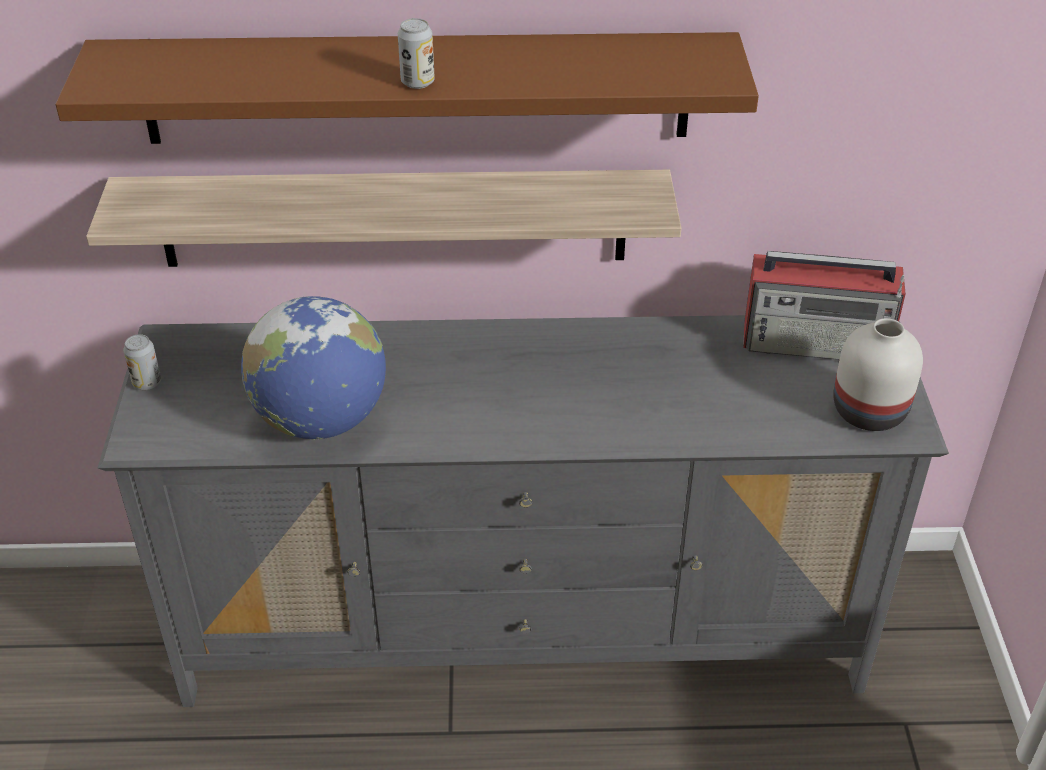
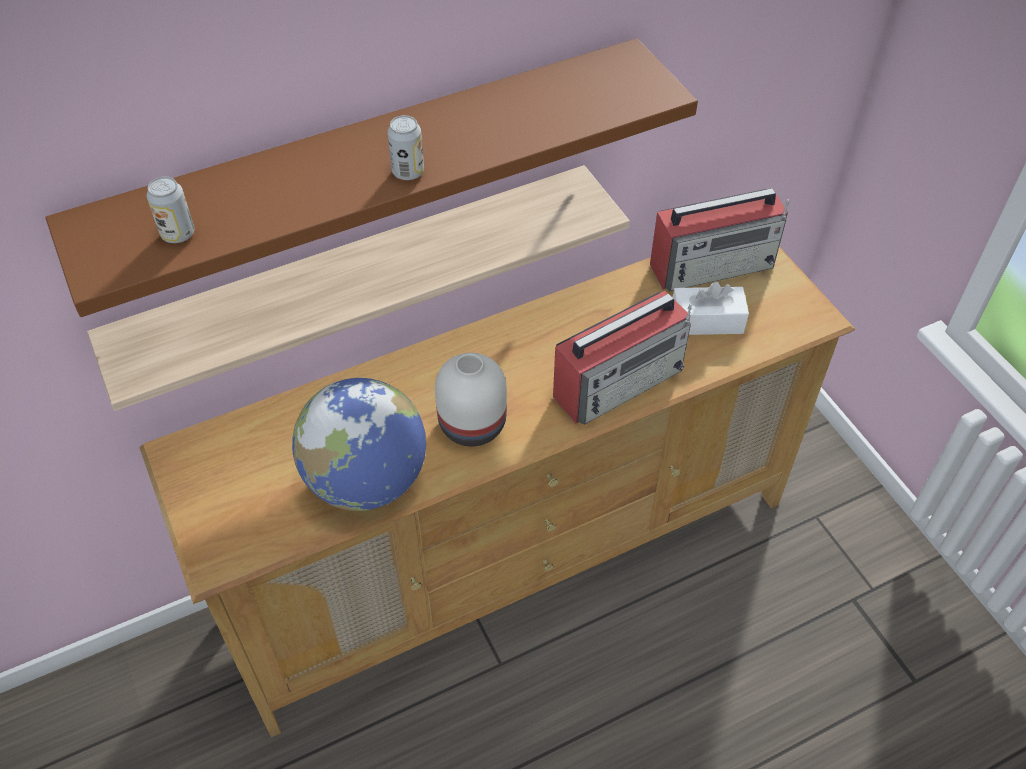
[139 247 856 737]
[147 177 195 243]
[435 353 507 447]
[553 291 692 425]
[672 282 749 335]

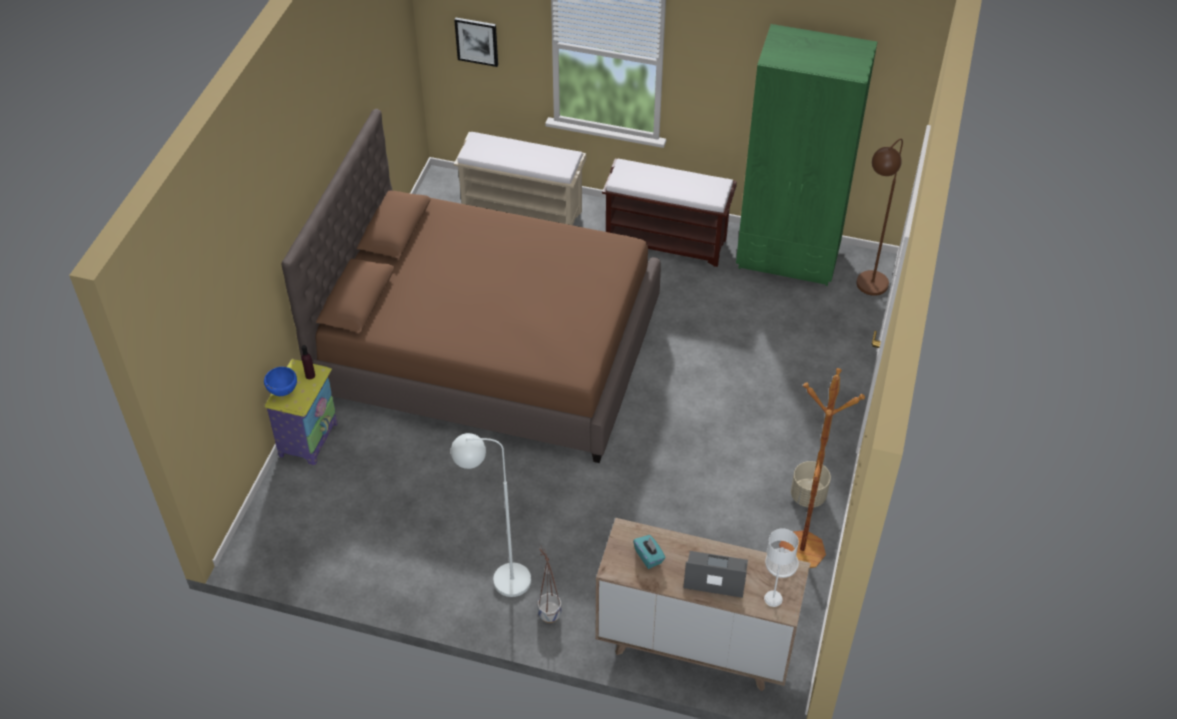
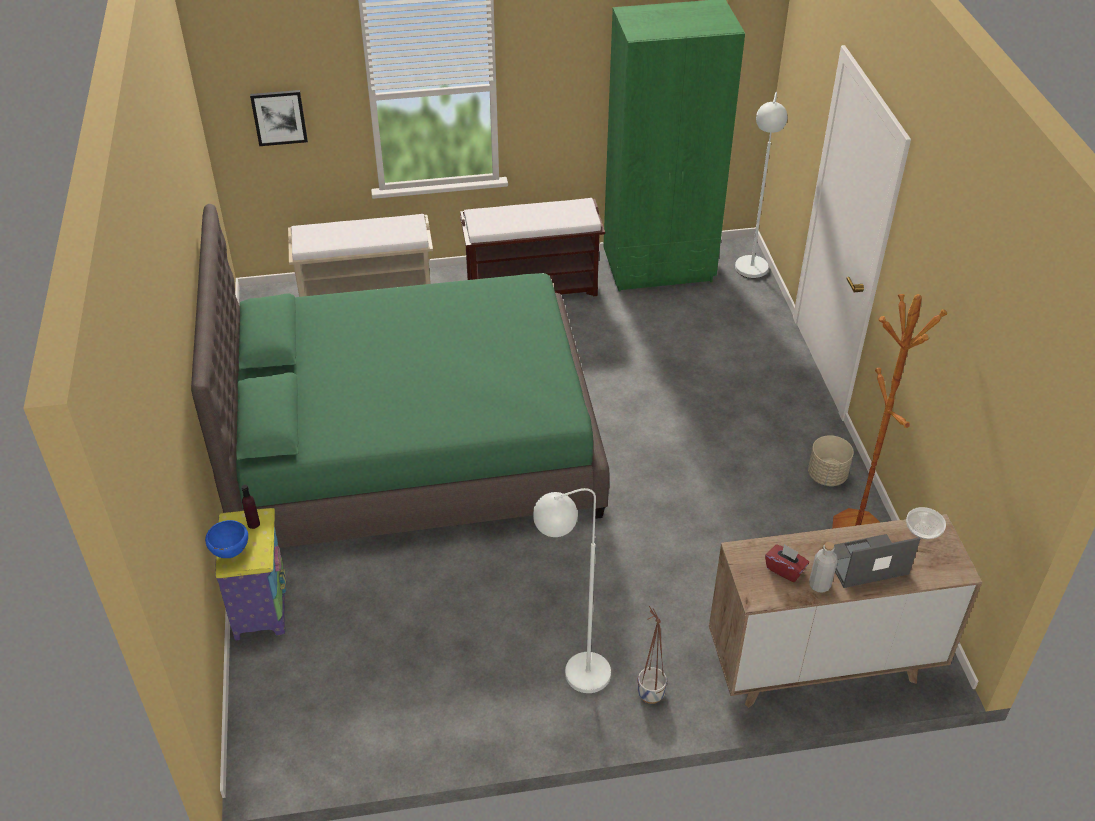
[191 204 609 548]
[735 92 787 278]
[765 544 809 582]
[809 542 837 593]
[764 528 799 607] (first image)

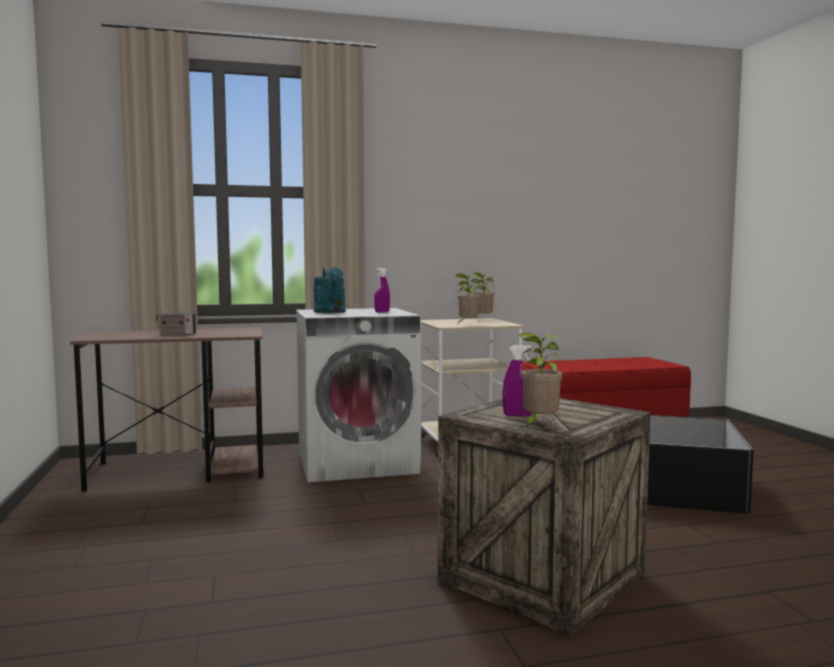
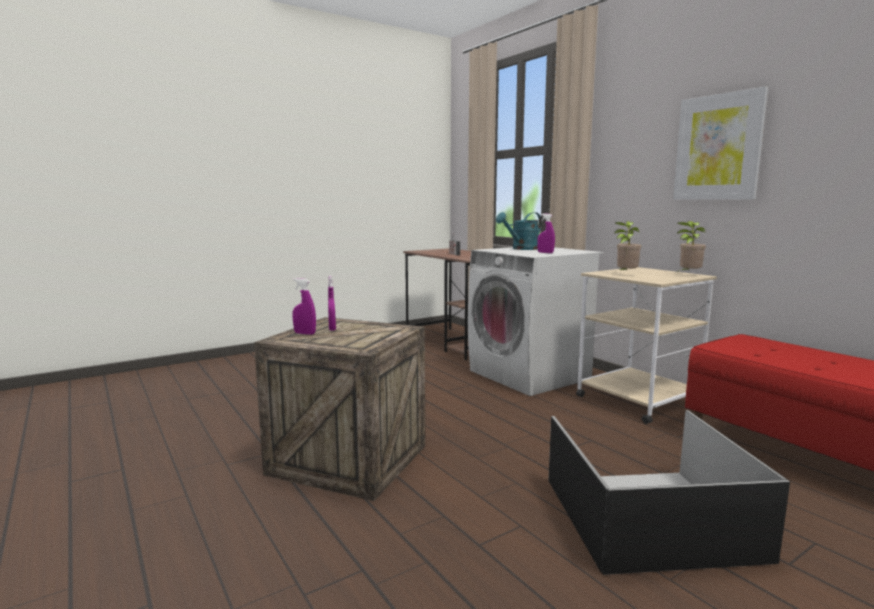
[292 278 316 335]
[673 86 768 200]

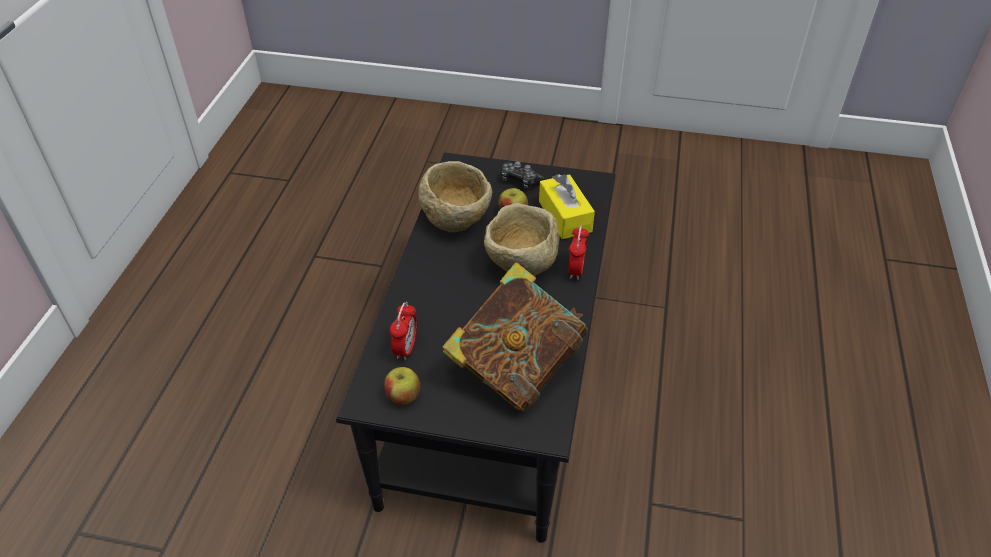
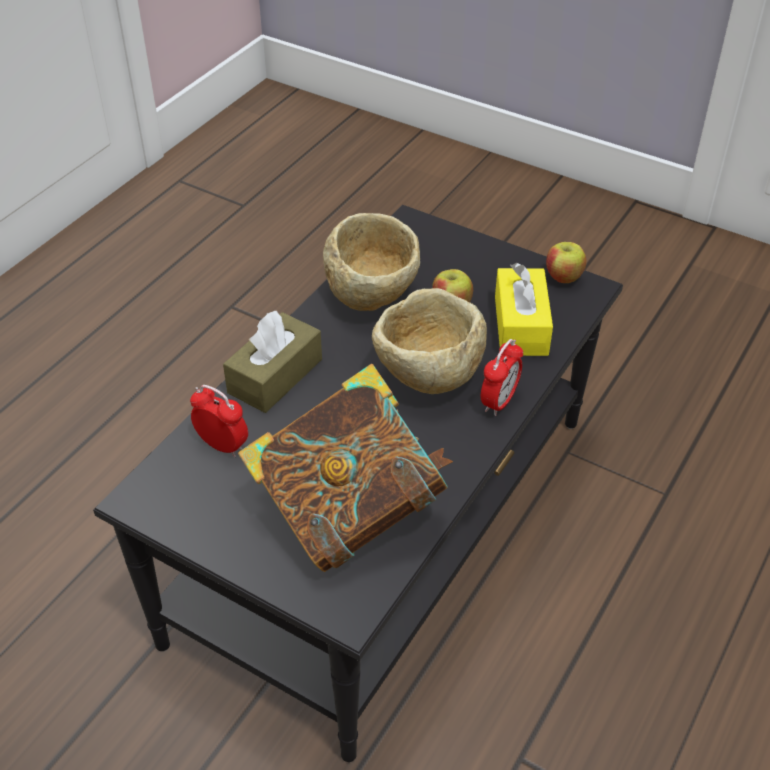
[190 385 248 457]
[223 311 322 413]
[546 242 586 283]
[502 161 545 189] (first image)

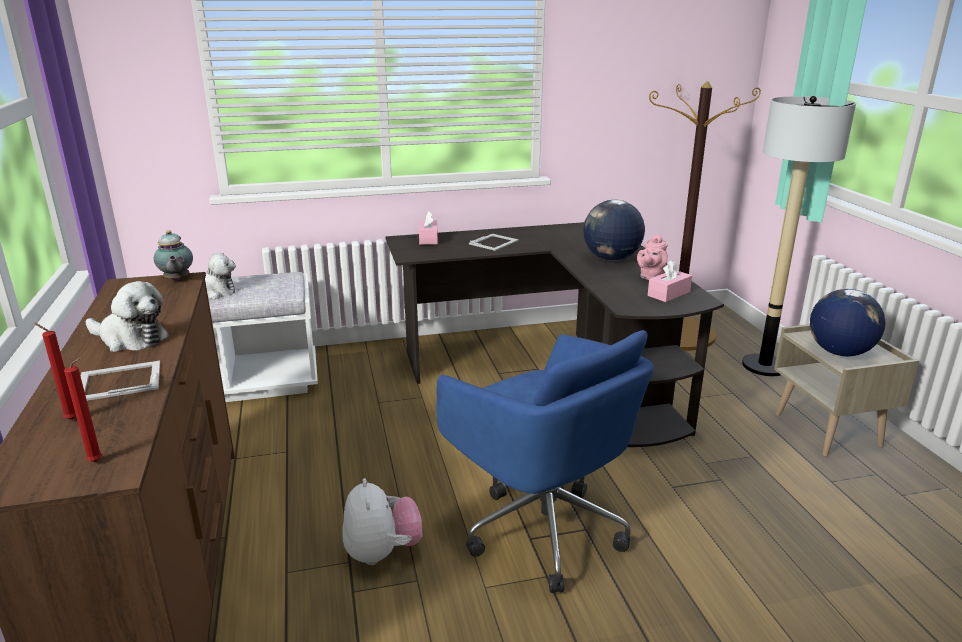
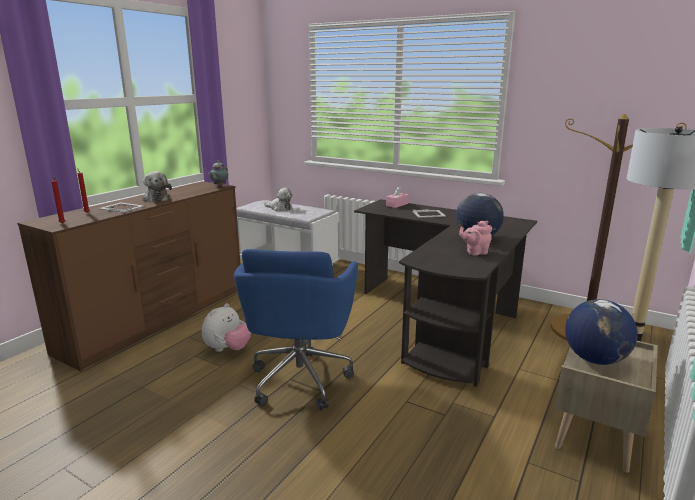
[648 260 692 302] (first image)

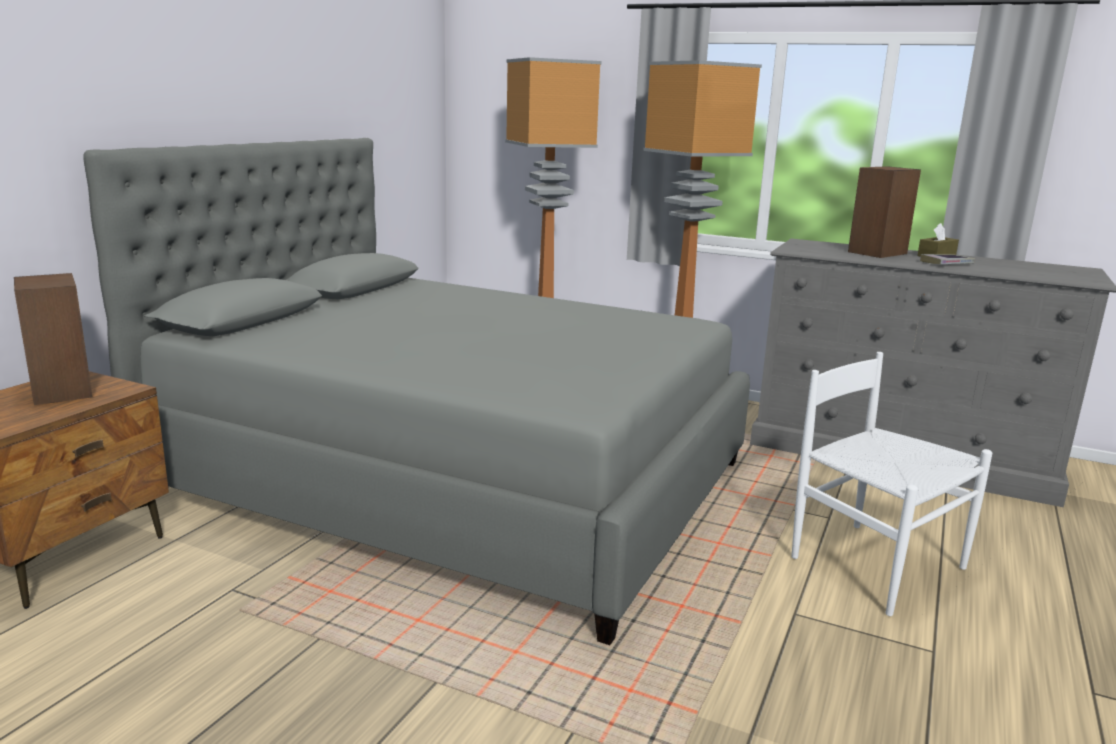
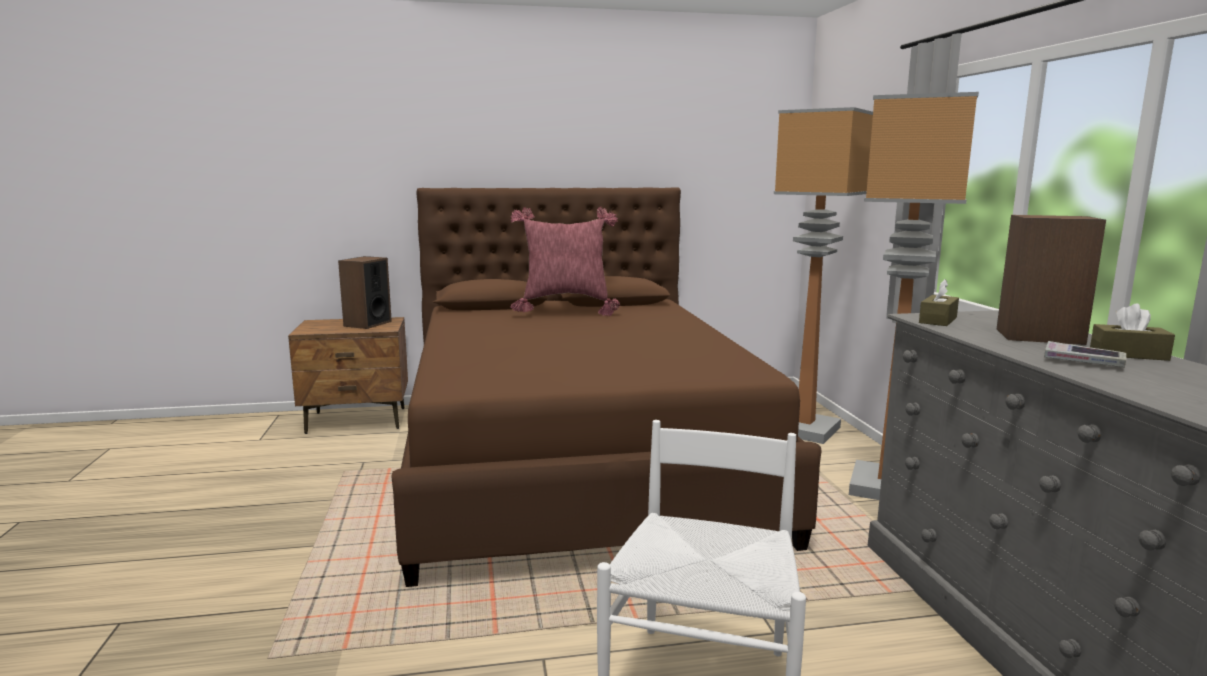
[391 187 822 587]
[510 206 620 316]
[919 279 959 326]

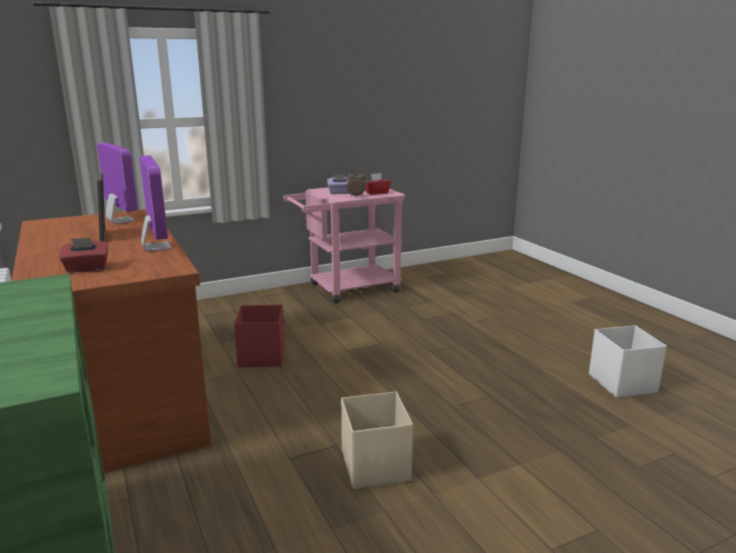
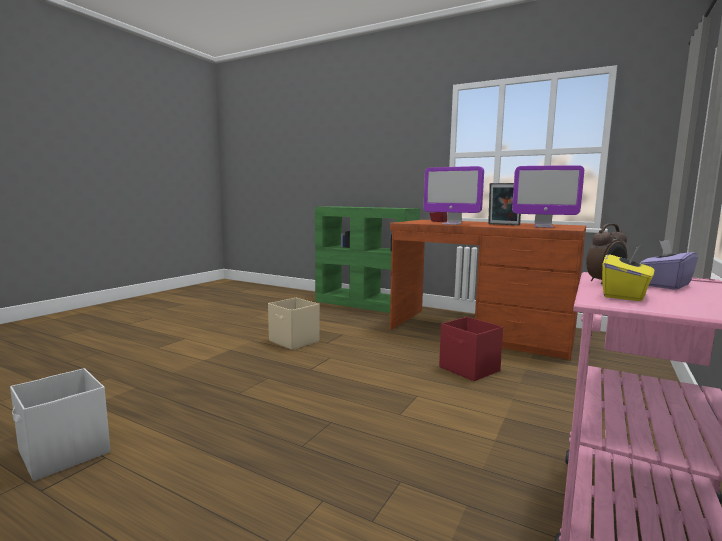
[602 245 654 301]

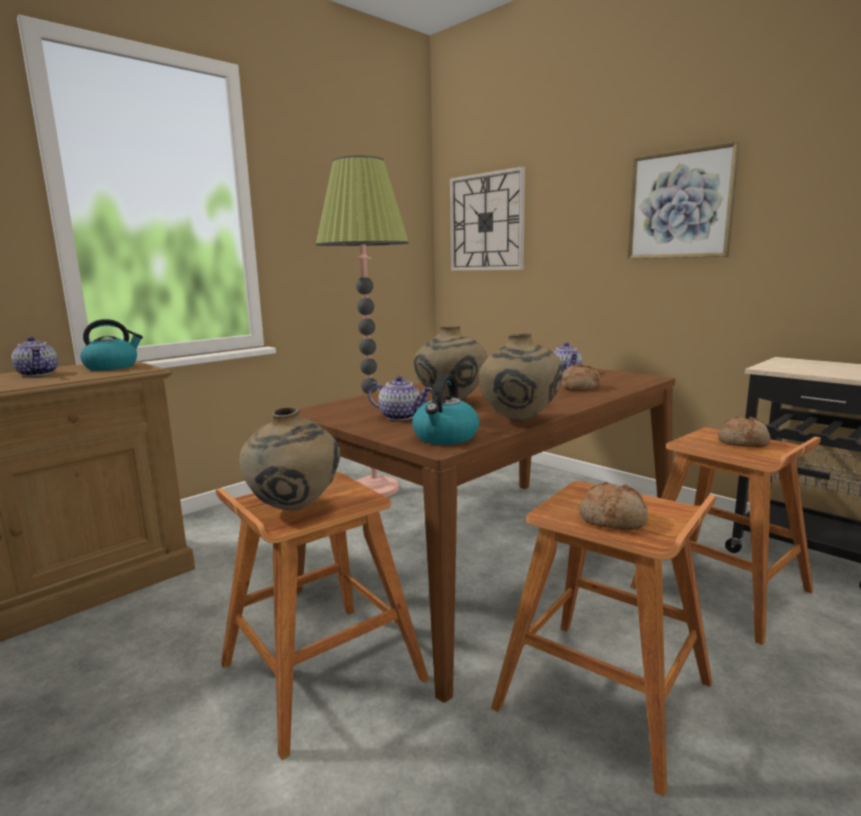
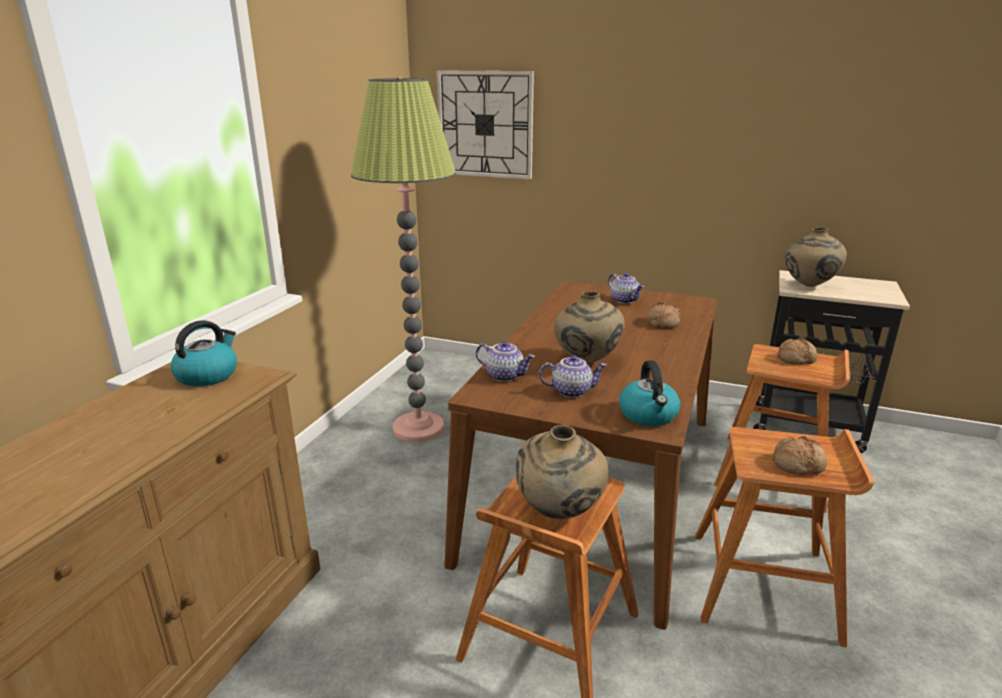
[476 341 535 382]
[785 227 847 287]
[627 141 740 259] (first image)

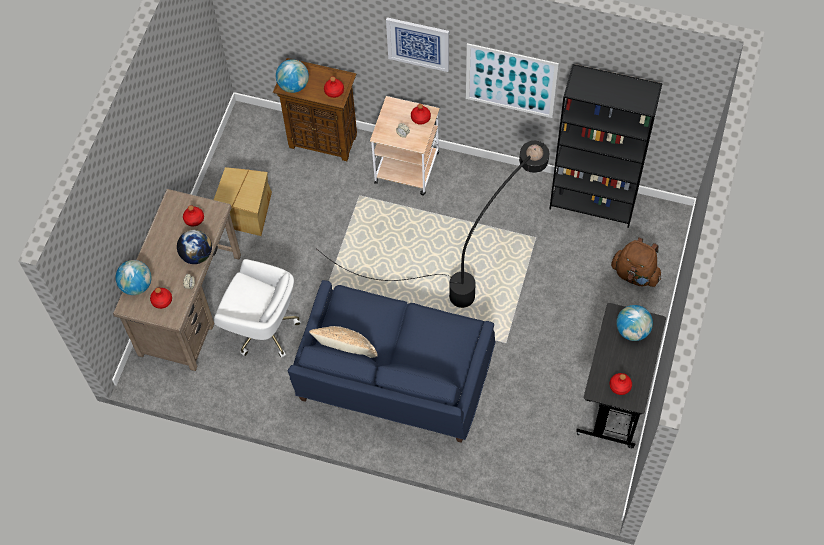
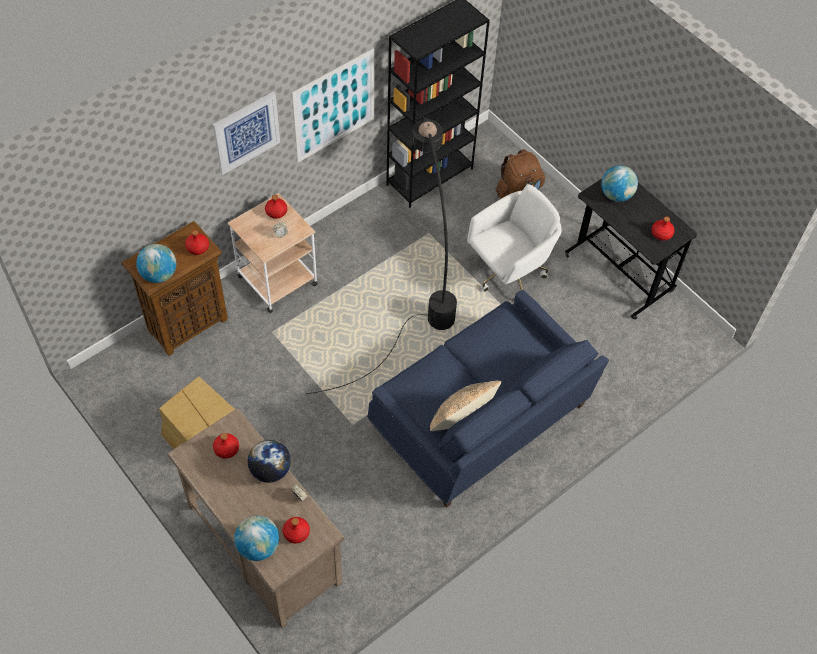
[467 184 562 292]

